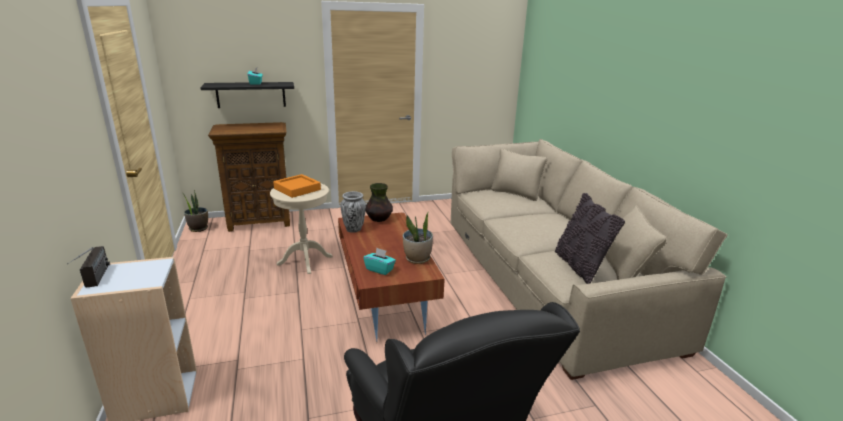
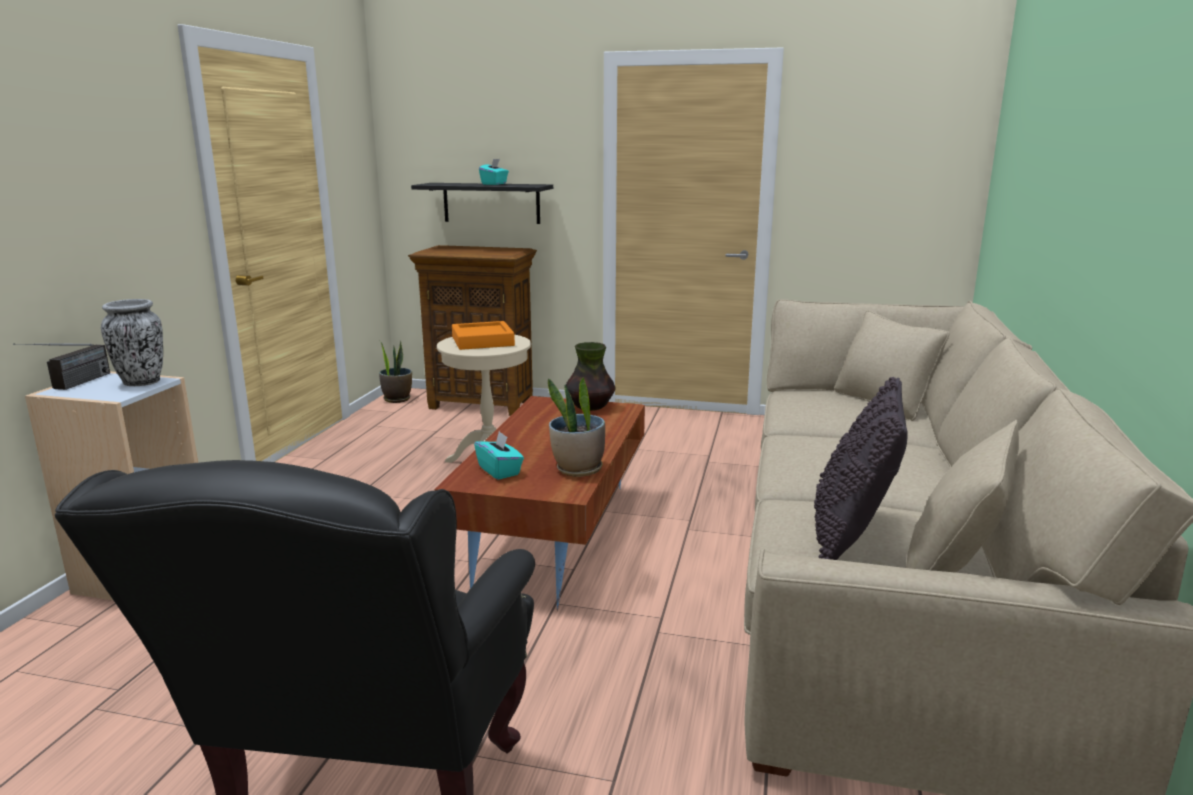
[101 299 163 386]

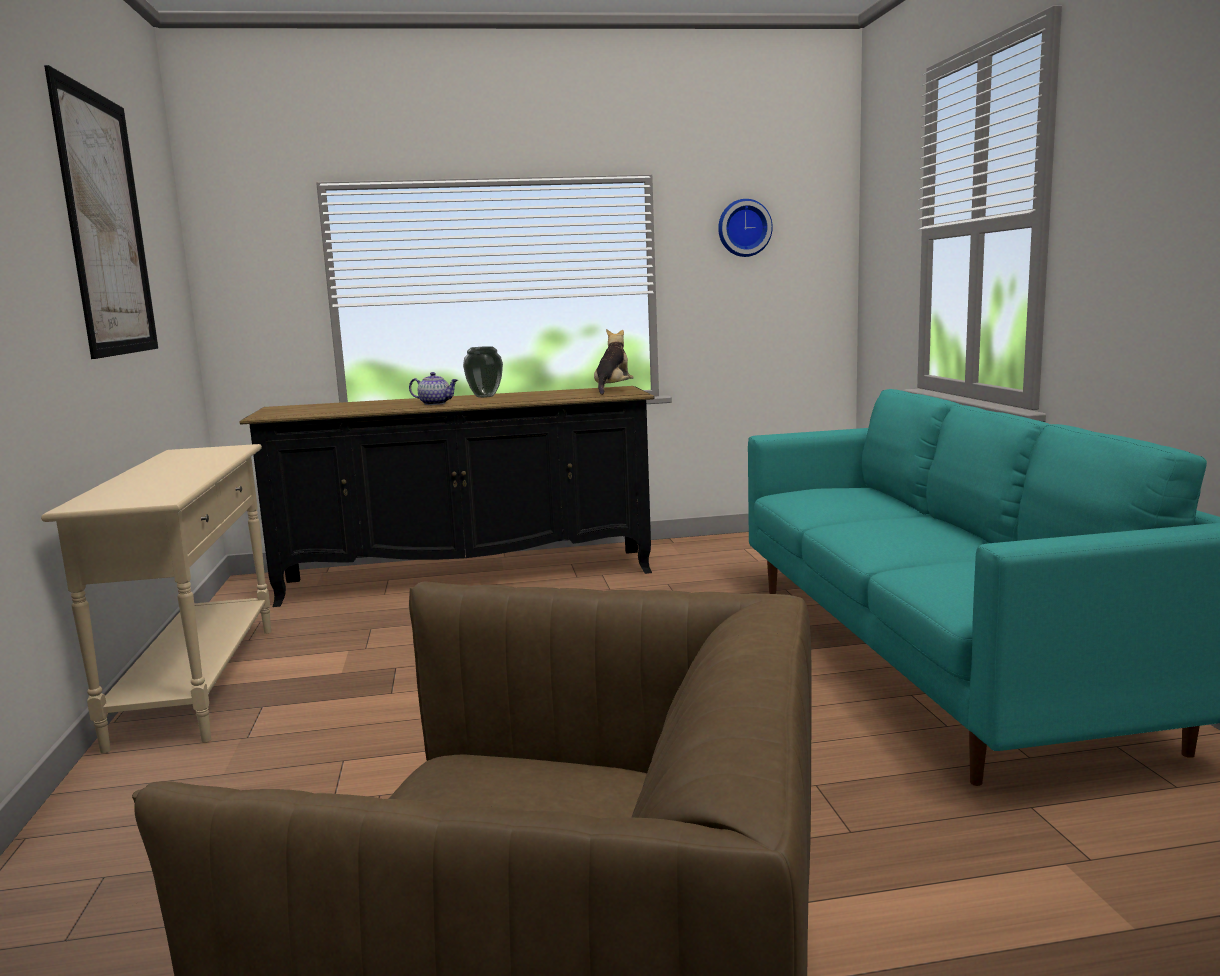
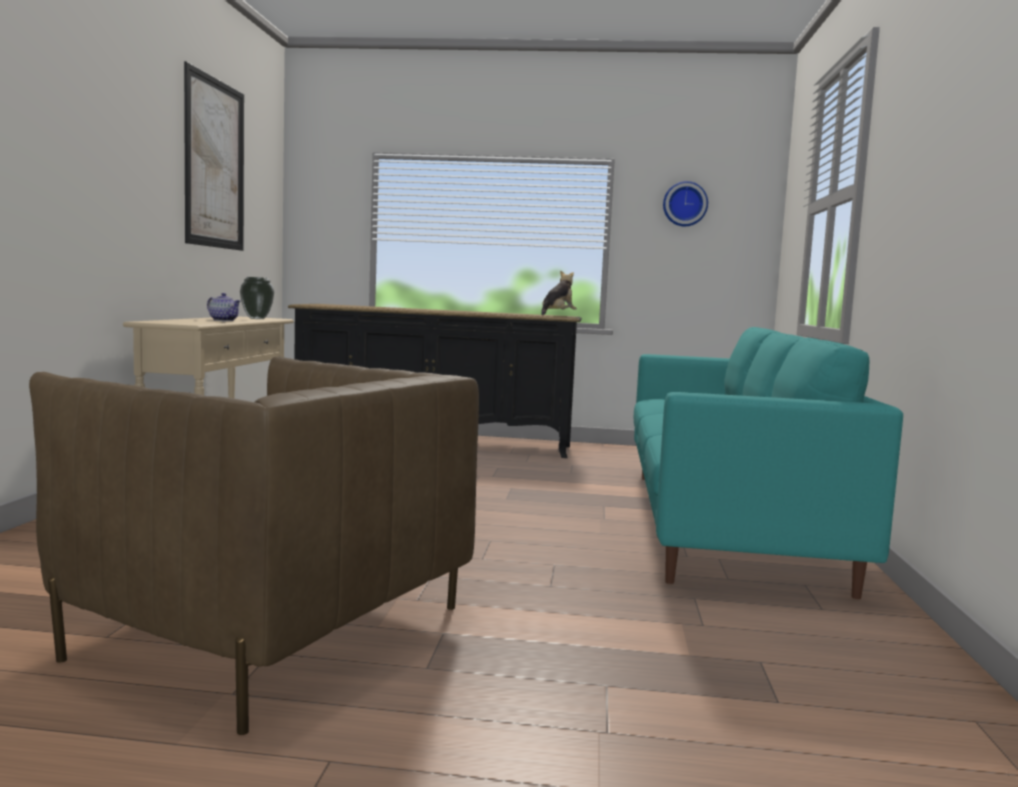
[207 293 241 321]
[240 277 274 319]

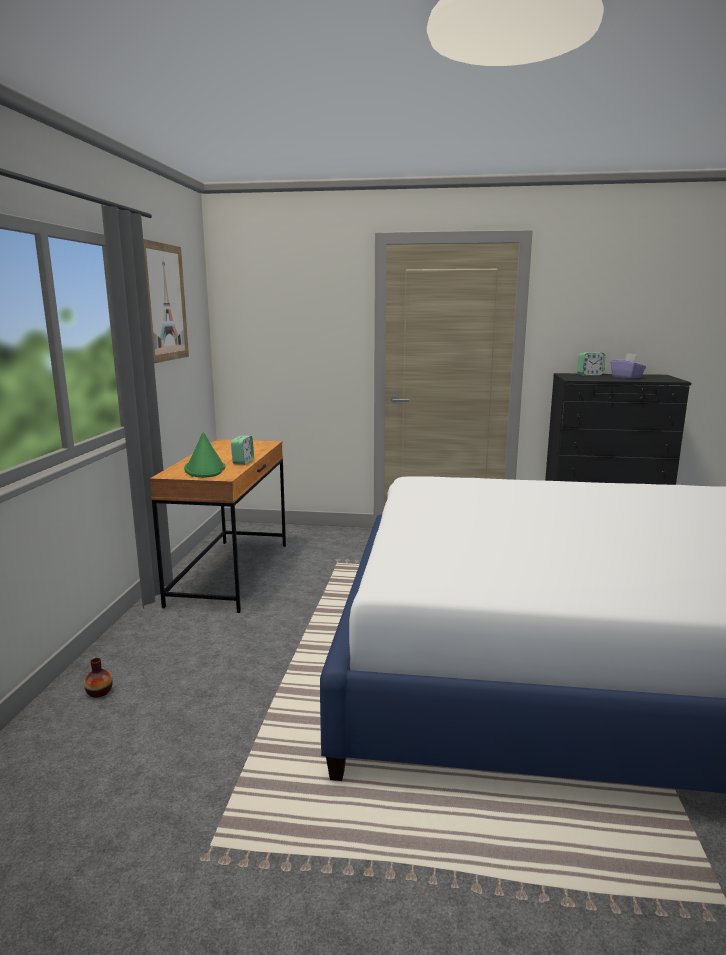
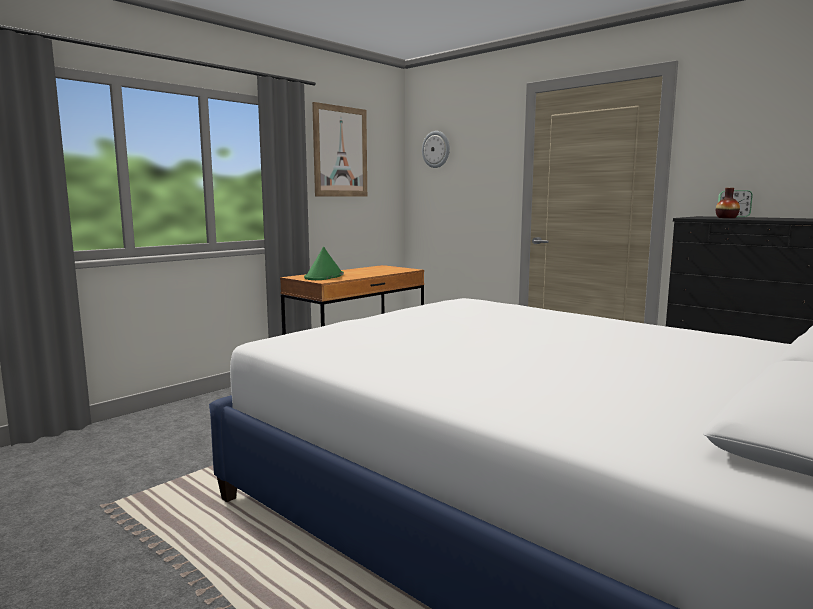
[422 131 450 168]
[716 188 740 218]
[231 436 254 465] (first image)
[610 353 646 378] (first image)

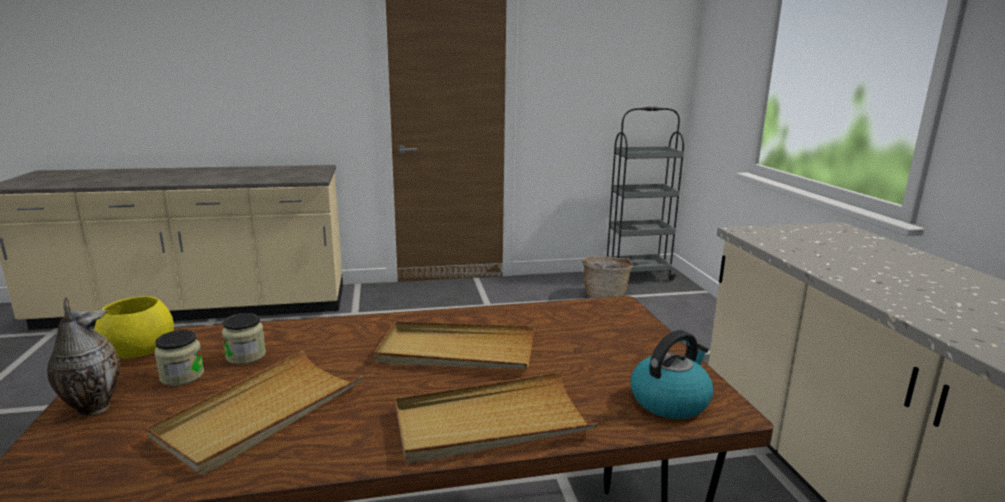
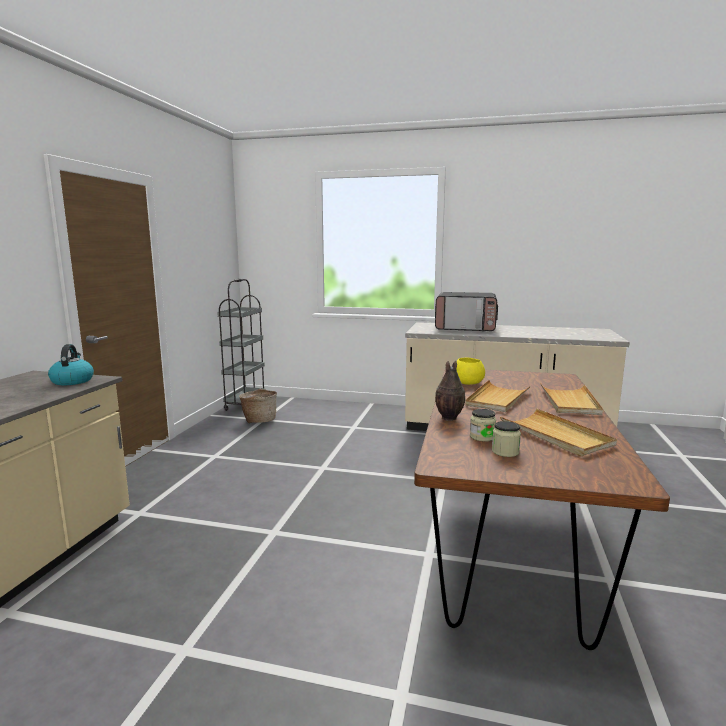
[48 344 94 385]
[435 292 498 331]
[435 360 465 421]
[456 357 485 385]

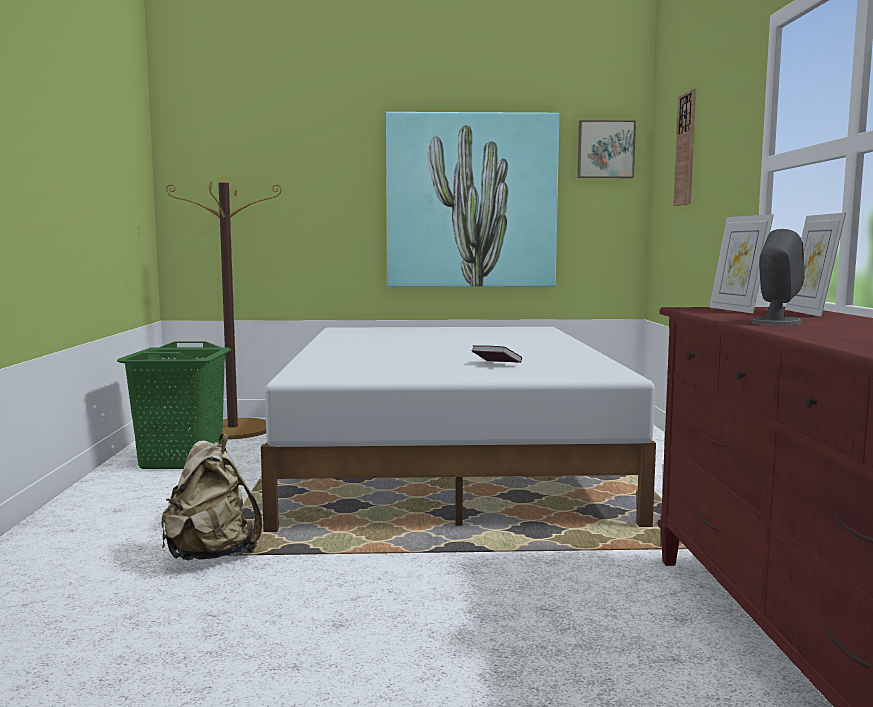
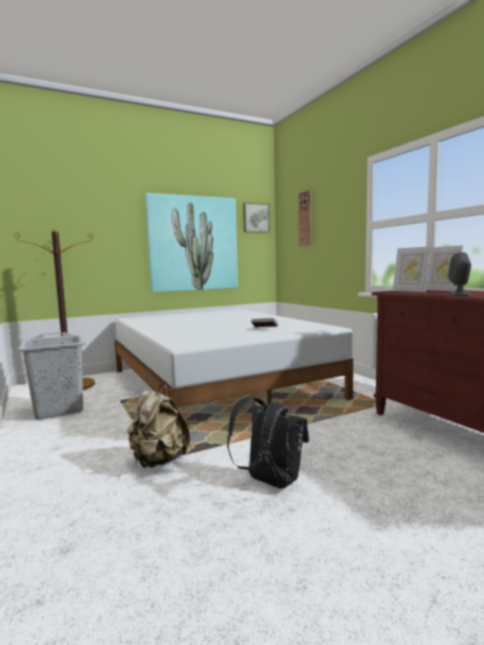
[18 332 85 420]
[227 397 309 489]

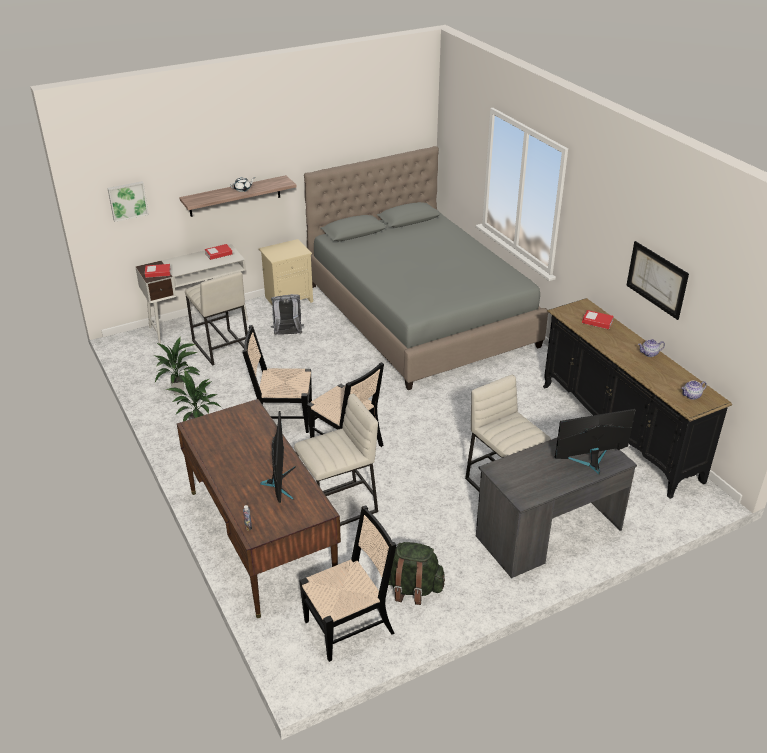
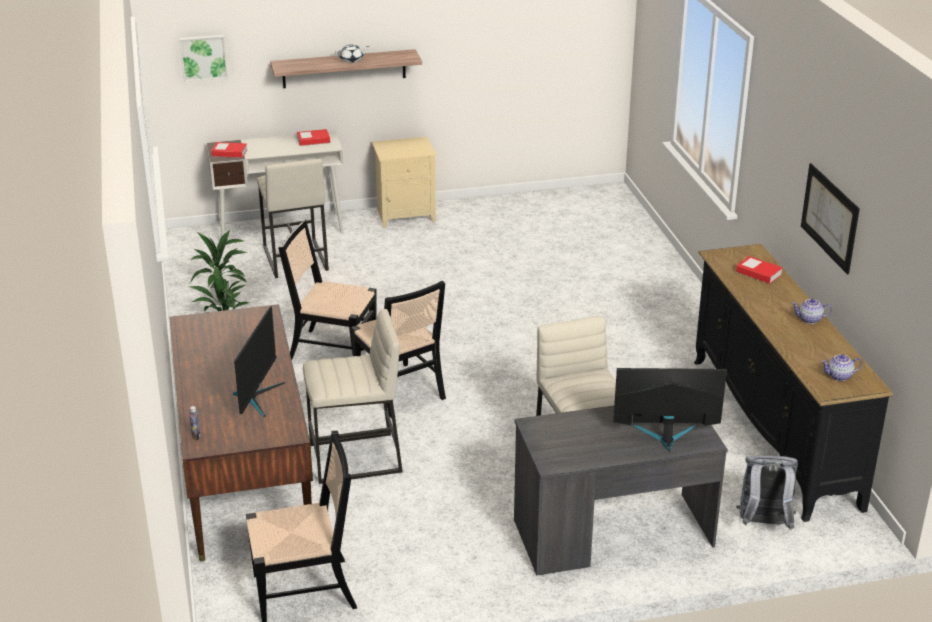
[736 456 798 530]
[304 146 548 390] (first image)
[388 542 445 605] (first image)

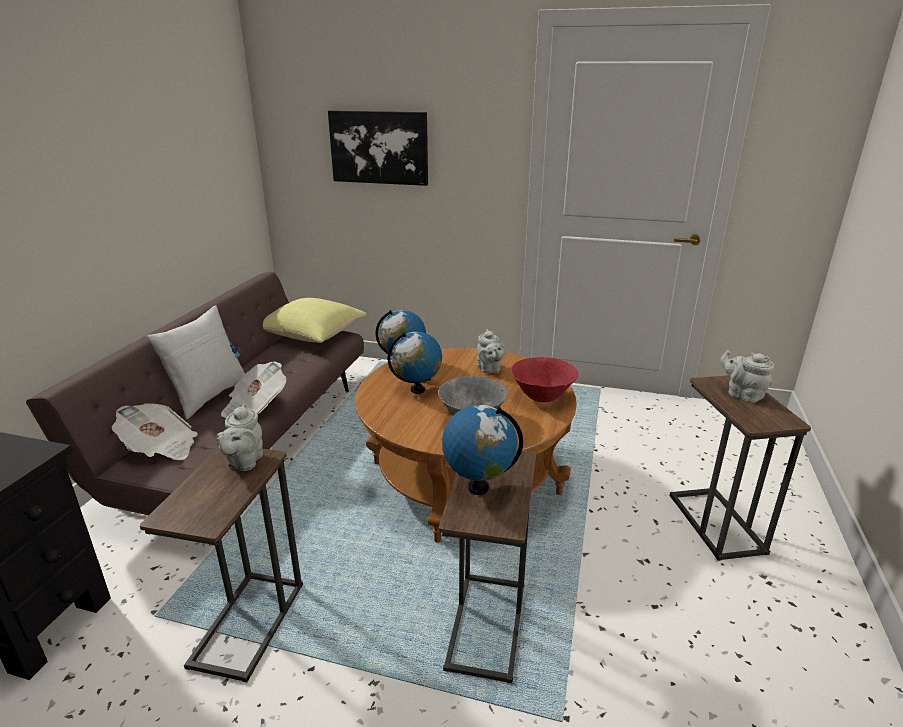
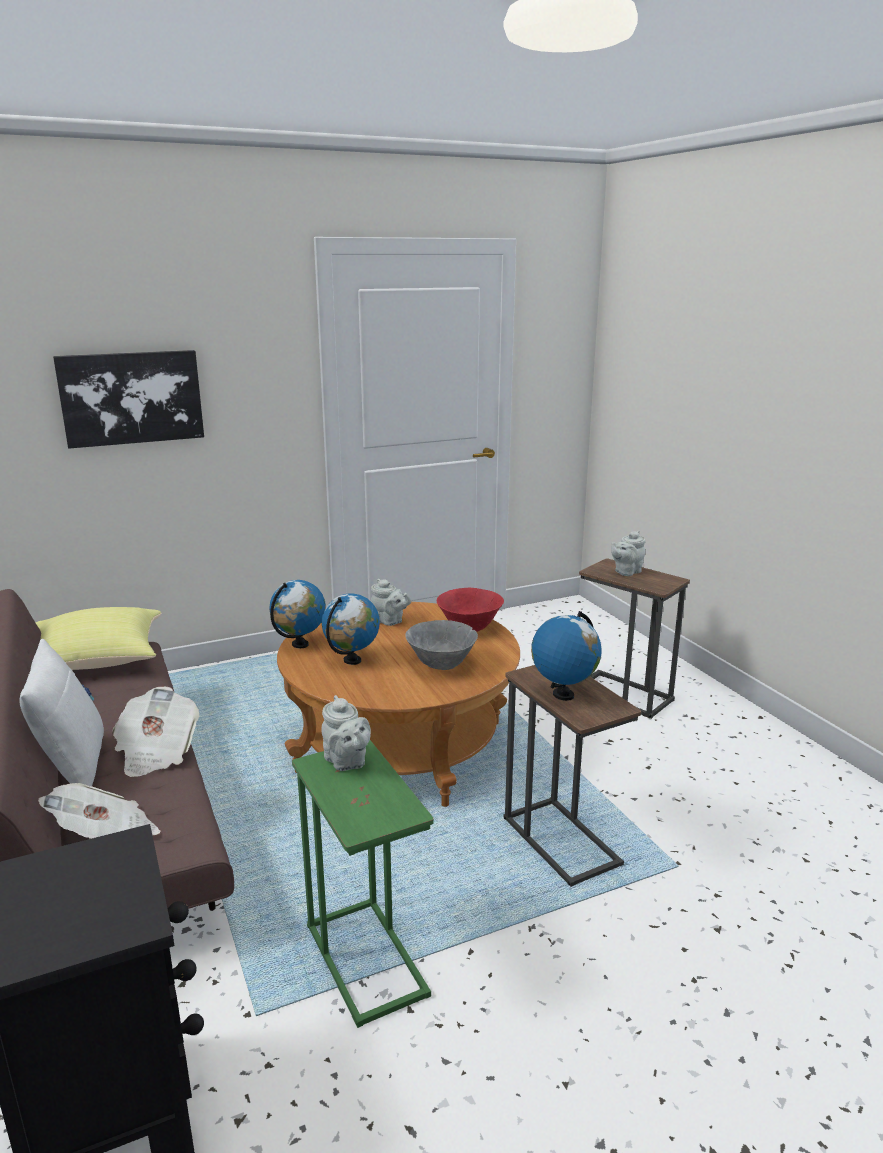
[292 740 434 1028]
[611 531 646 576]

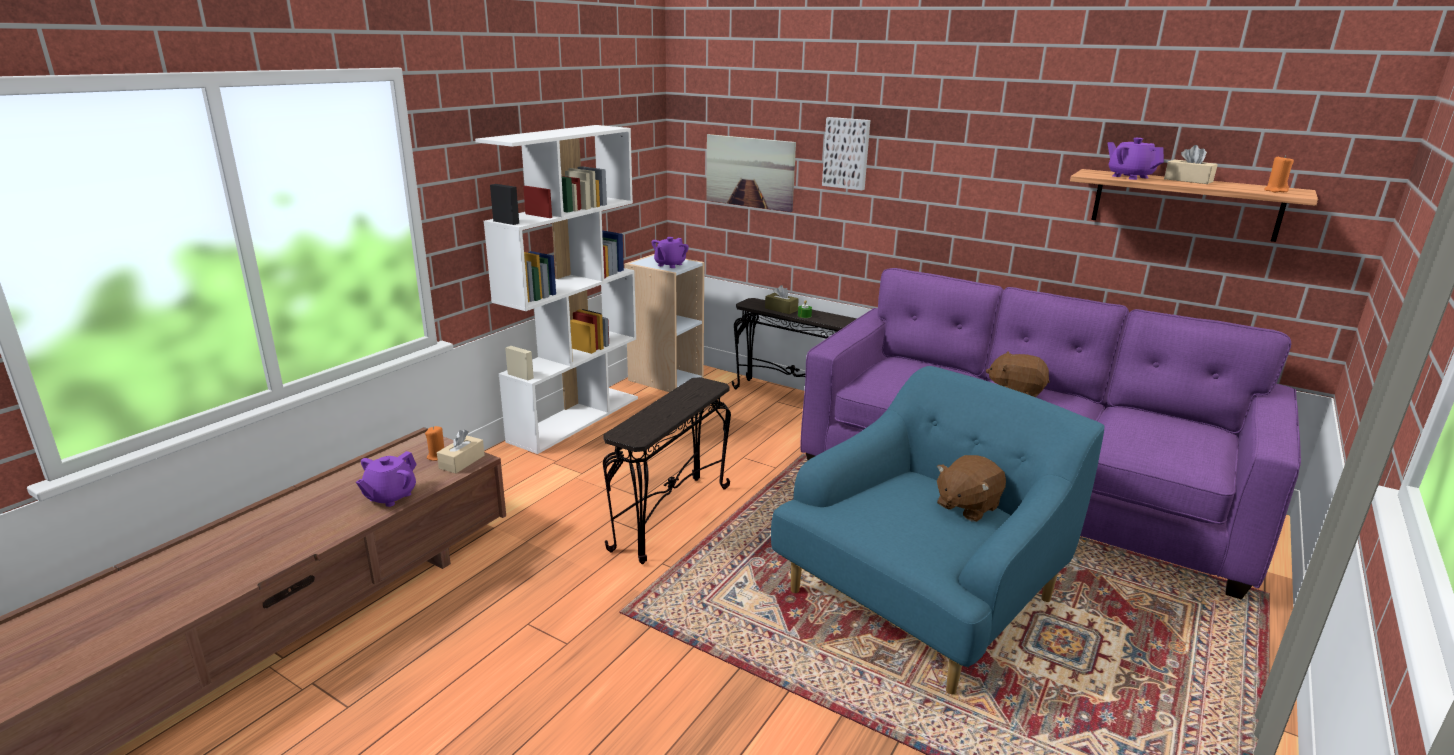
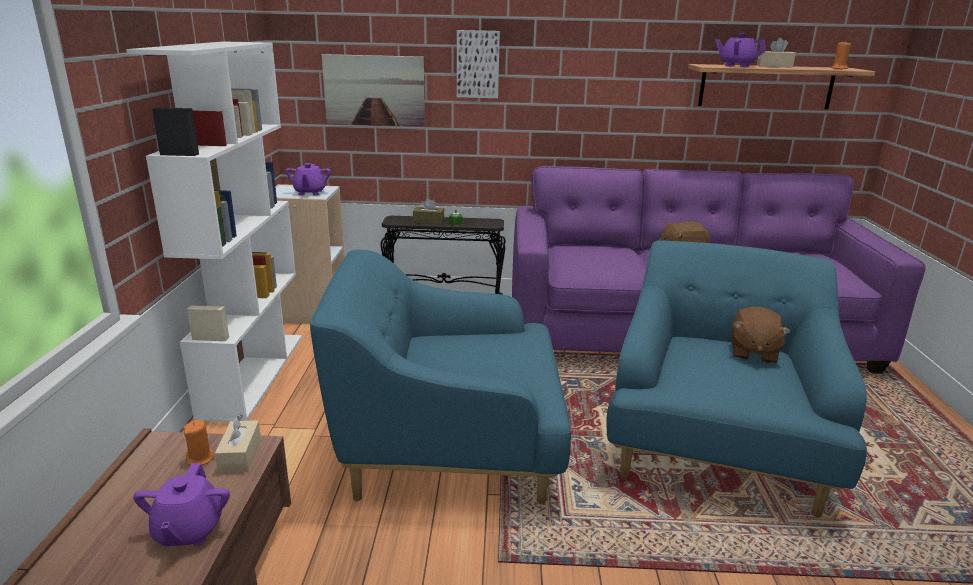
[310 249 571 504]

